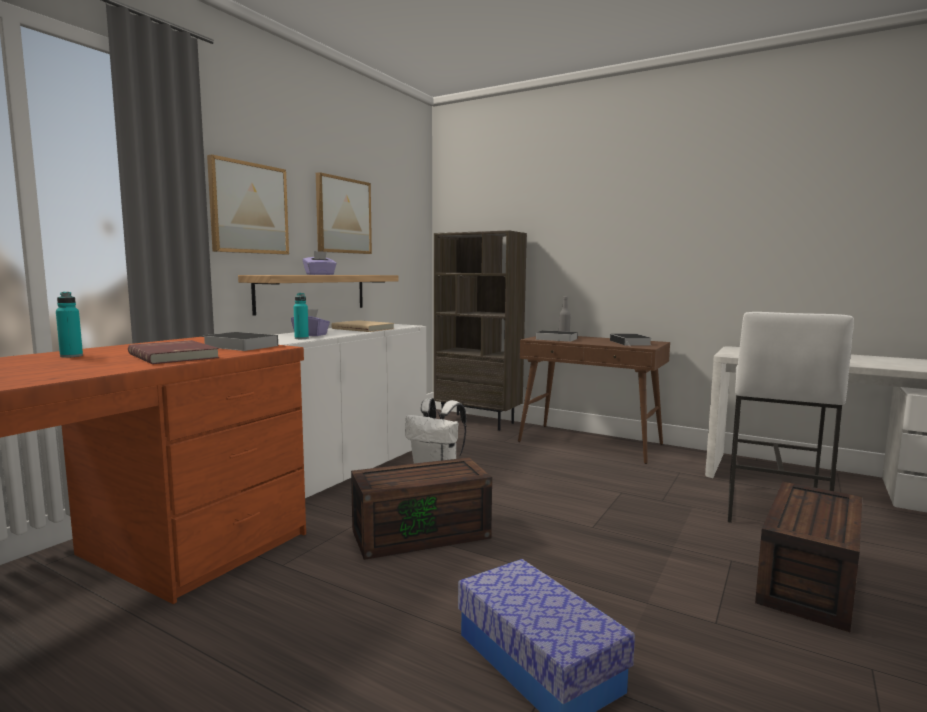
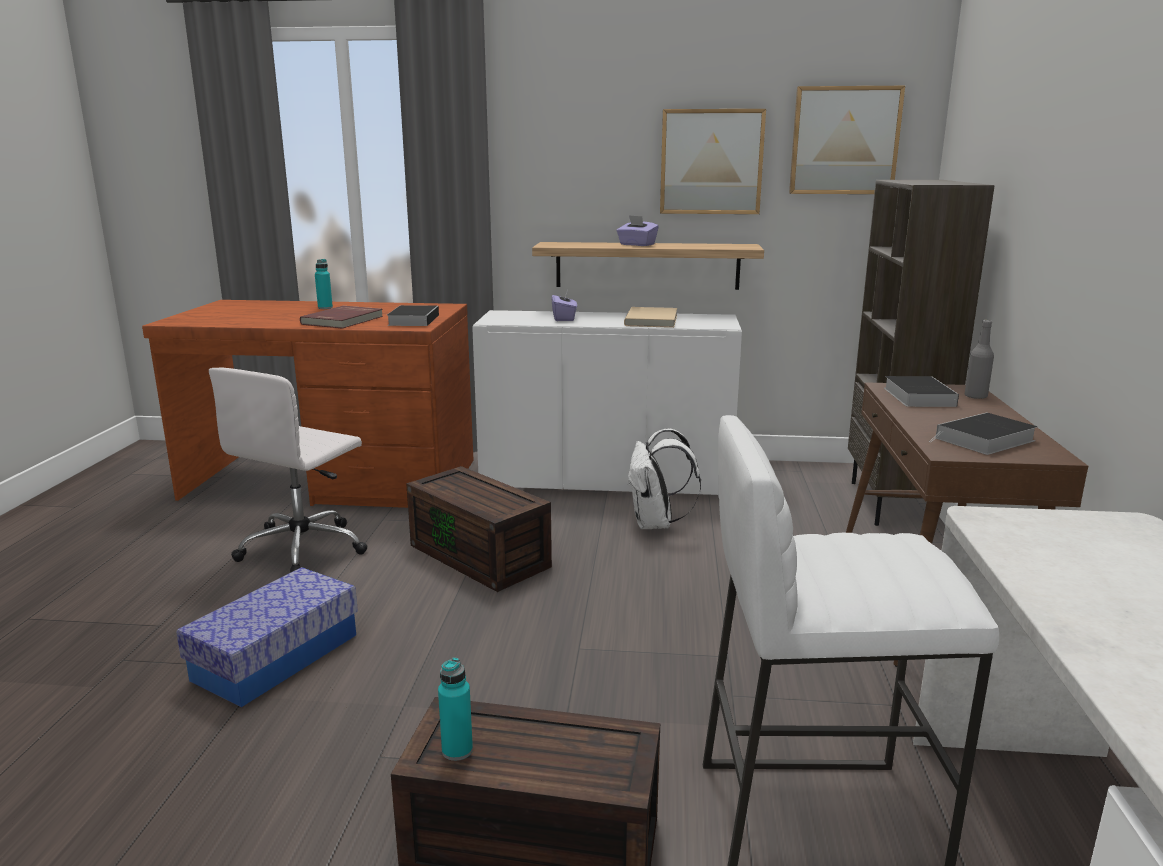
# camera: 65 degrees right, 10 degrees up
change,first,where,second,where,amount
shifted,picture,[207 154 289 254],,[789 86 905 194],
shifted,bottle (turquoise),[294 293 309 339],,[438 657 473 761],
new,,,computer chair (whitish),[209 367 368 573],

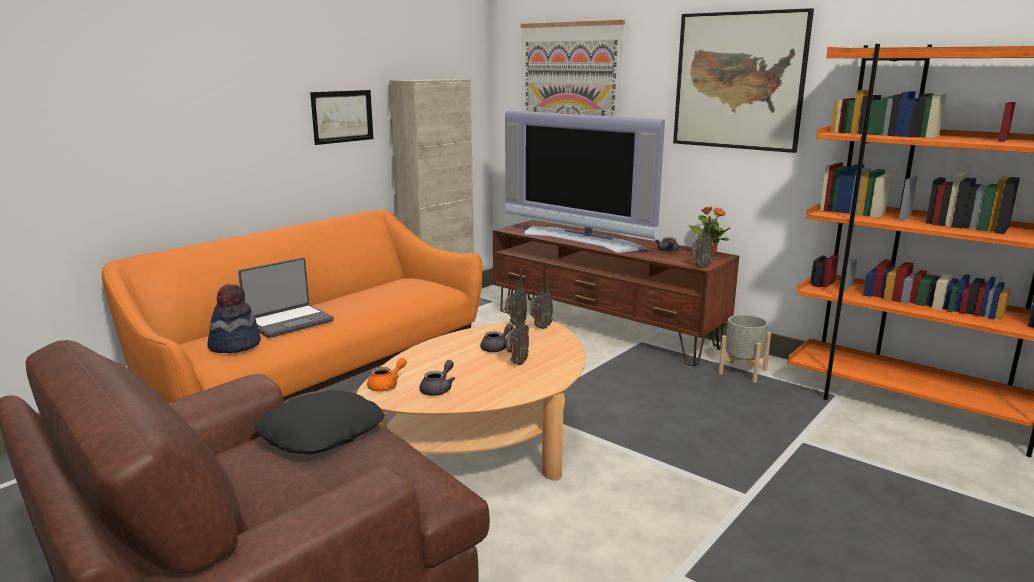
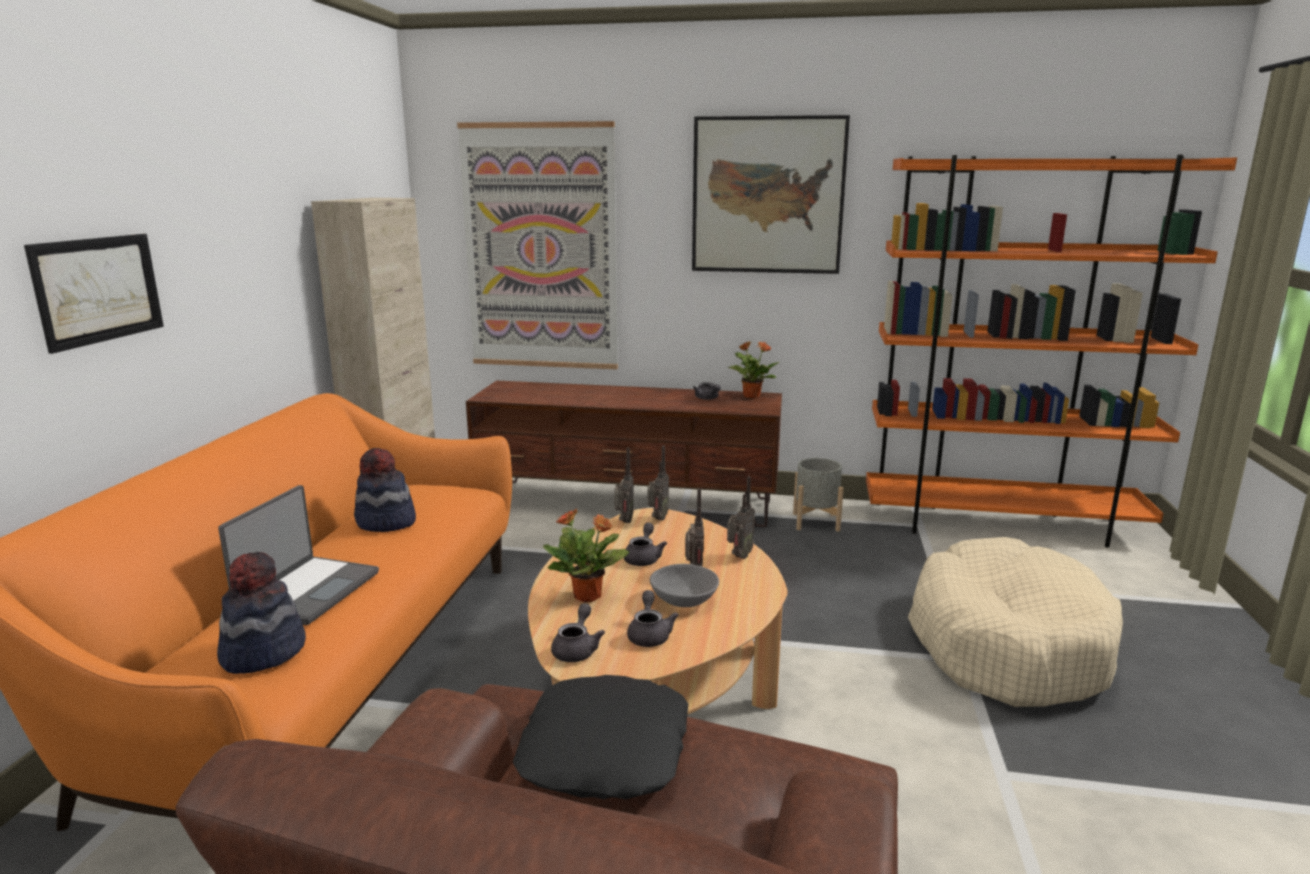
# camera: 30 degrees left, 0 degrees up
change,first,where,second,where,amount
shifted,picture,[310 90 373 145],,[24 234 164 354],
repainted,teapot (orange-coloured),[367 358 407 392],teapot (grey),[551 603 605 662],
gone,TV,[505 110 665 253],,,
shifted,radio set,[692 216 714 268],,[727 476 755 559],
new,,,wearable hat,[354 448 416 532],
new,,,plant in a pot,[543 509 629 602],
new,,,deep dish (grey),[650 564 719 607],
new,,,dog cushion (beige),[908 537 1123 707],

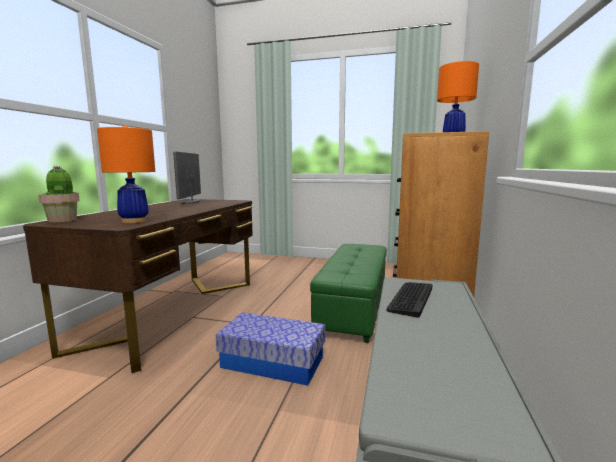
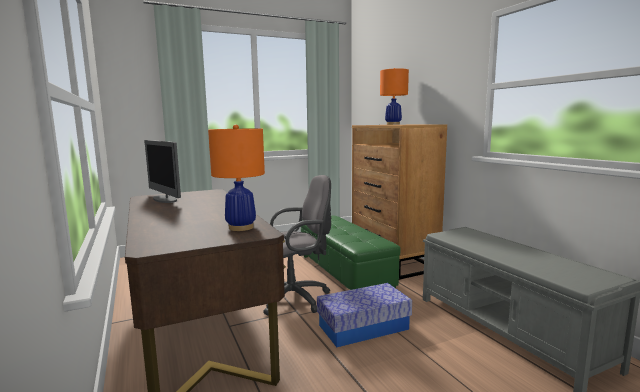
# camera: 40 degrees left, 0 degrees up
change,first,where,second,where,amount
gone,plant in a pot,[38 166 80 222],,,
gone,computer keyboard,[387 282 432 318],,,
new,,,computer chair (grey),[263 175 331 316],

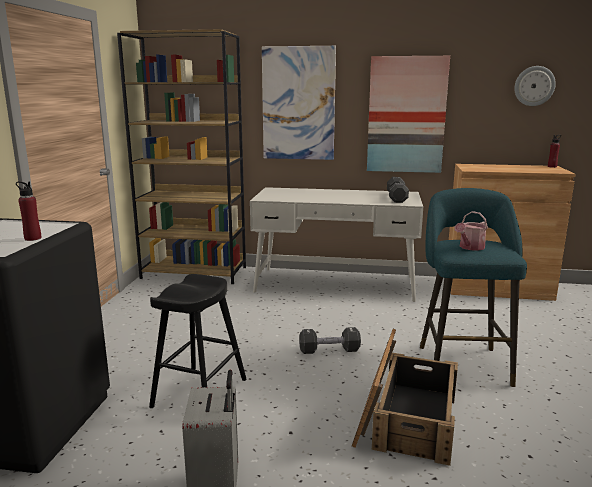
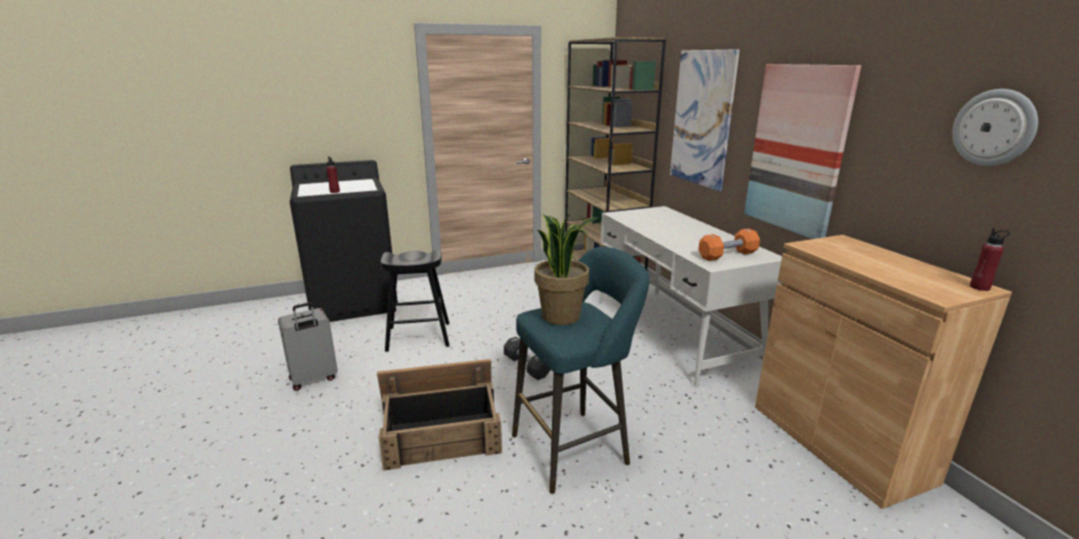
# camera: 60 degrees right, 5 degrees up
change,first,where,second,where,amount
repainted,dumbbell (blackish),[387 177 409 203],dumbbell (orange-coloured),[698 228 760 261],
swapped,watering pot,[455 211 488 251],plant in a pot,[534 215 598 325],

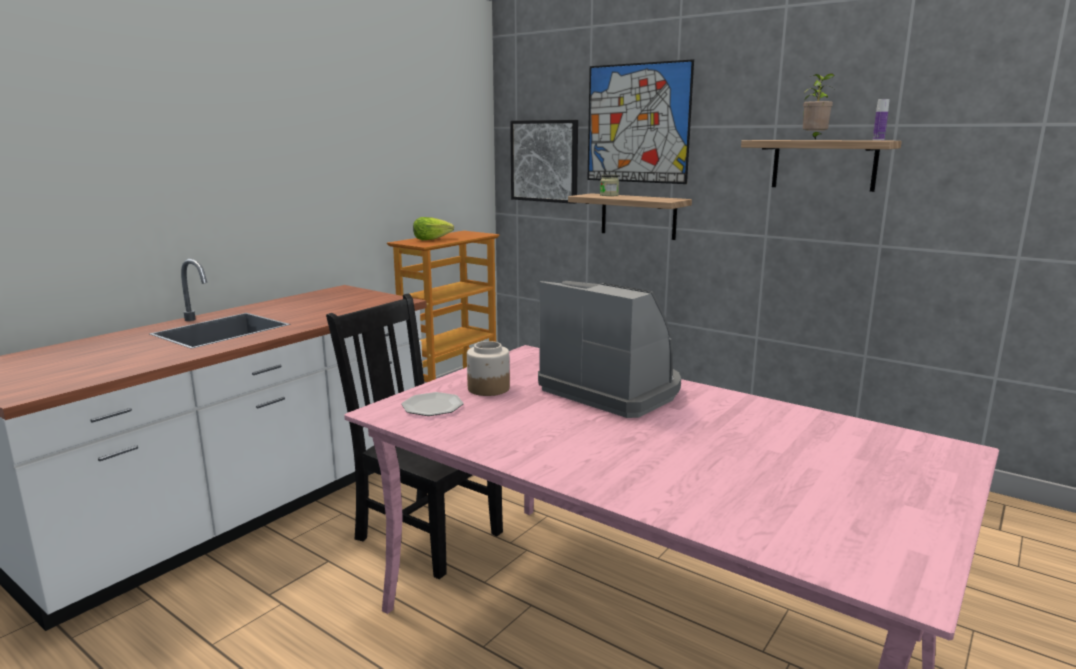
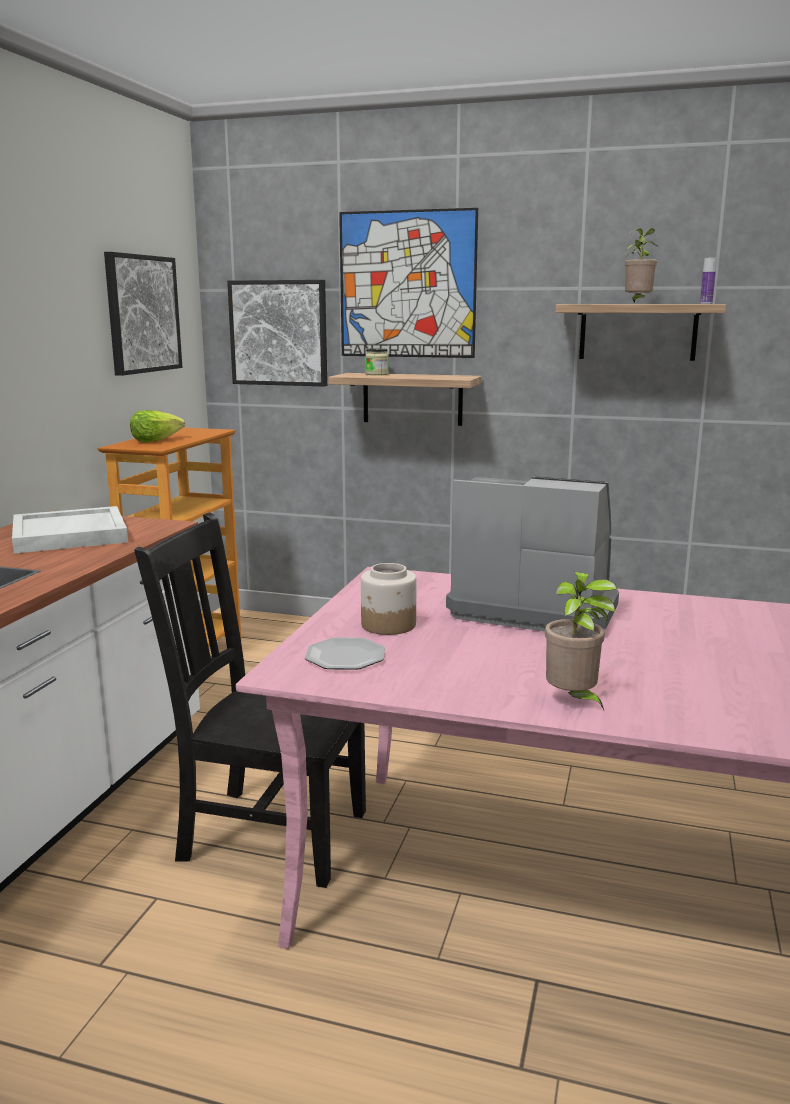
# camera: 20 degrees left, 0 degrees up
change,first,where,second,where,amount
new,,,carrying tray (whitish),[12 506 128 554],
new,,,picture,[104 252 182 376],
new,,,plant in a pot,[545 572 617 710],

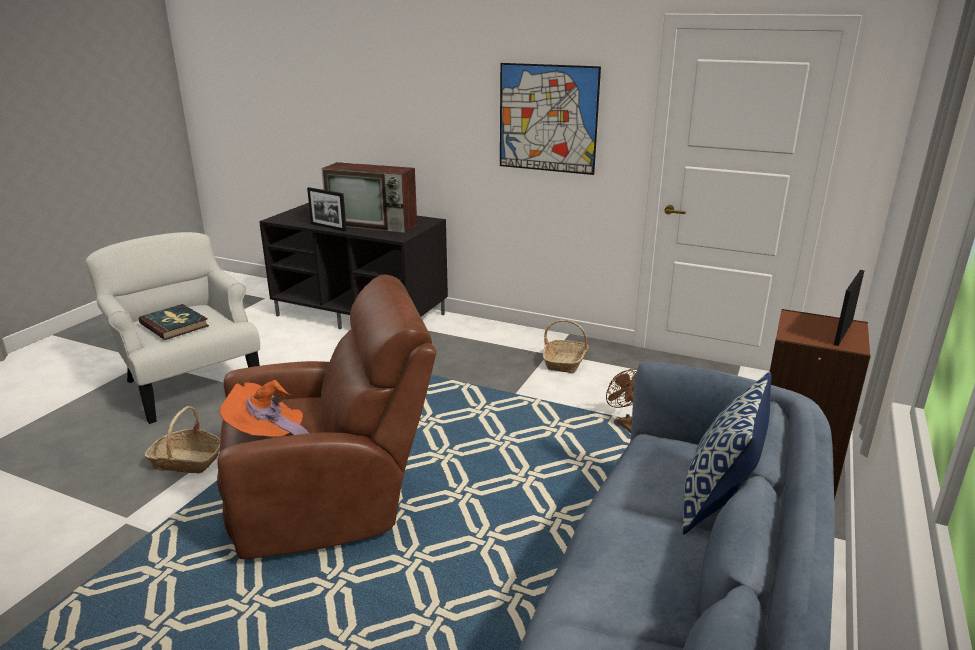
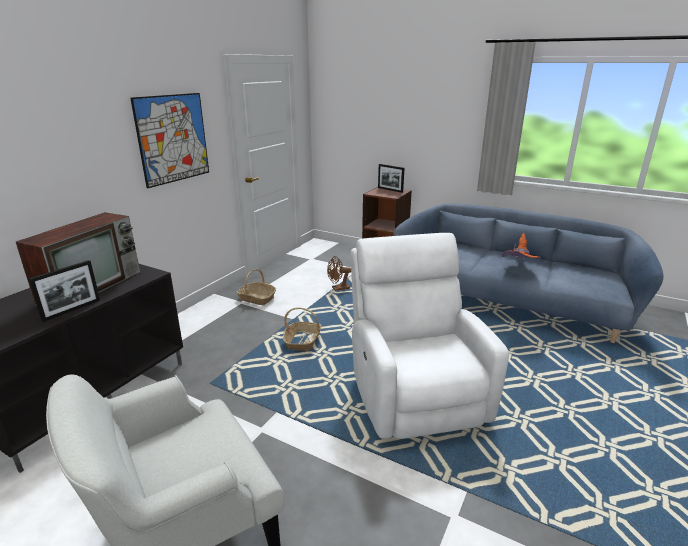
# camera: 85 degrees left, 0 degrees up
change,first,where,second,where,amount
gone,book,[139 304 209 340],,,
shifted,storage basket,[144 406 220 474],,[283 307 322 351],
repainted,easy chair (brown-coloured),[217 274 437 559],easy chair (whitish),[350 233 509 439],
shifted,wearable hat (orange-coloured),[220 380 309 437],,[501 233 541 260],
gone,cushion,[682 372 772 534],,,

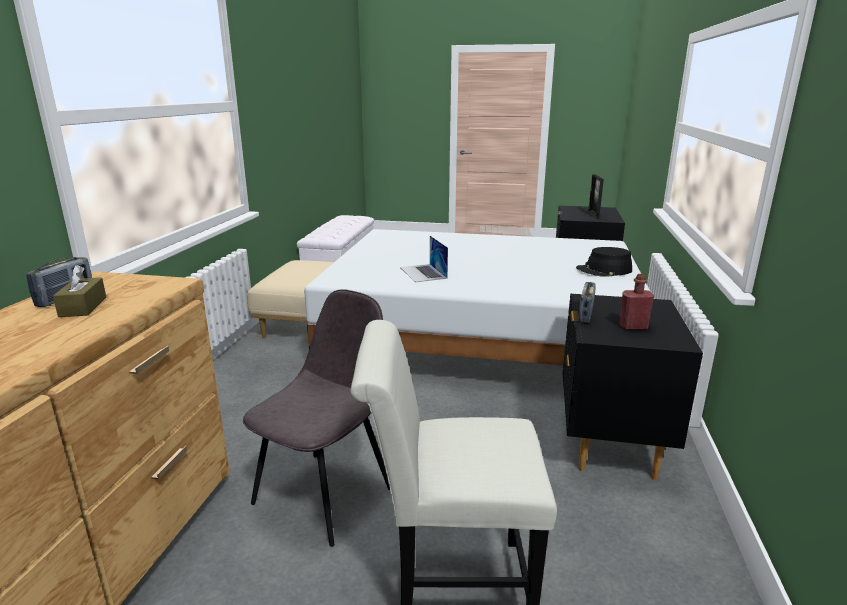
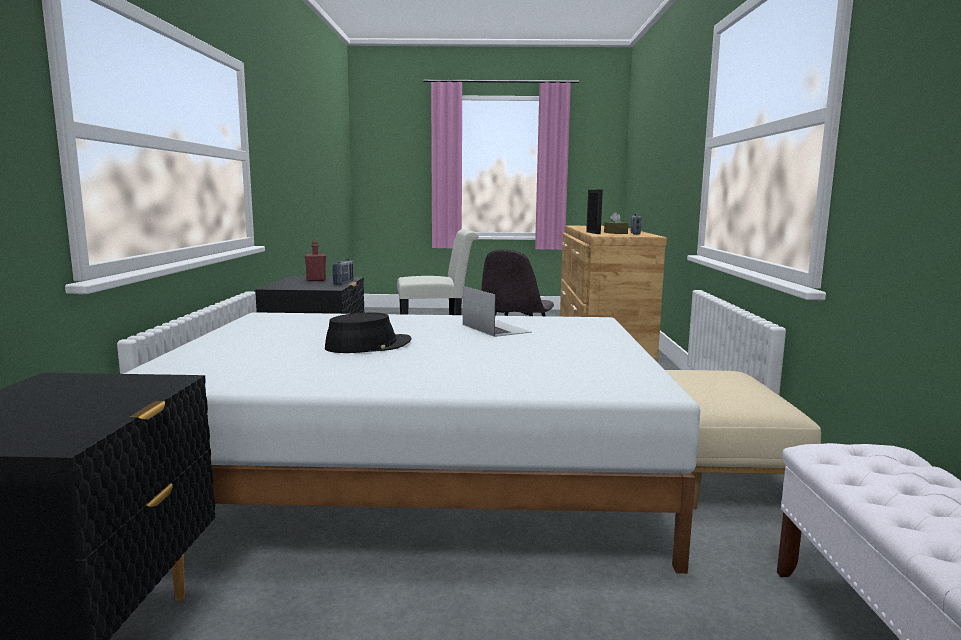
# camera: 170 degrees right, 10 degrees down
change,first,where,second,where,amount
shifted,wearable hat (blackish),[576 247 632 277],,[325 313 411 353],
shifted,standing frame,[588 174 604 219],,[586 190 603 234],

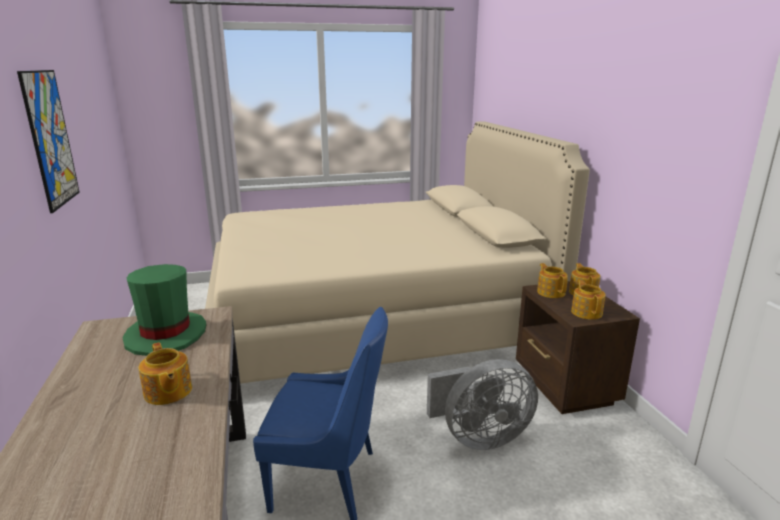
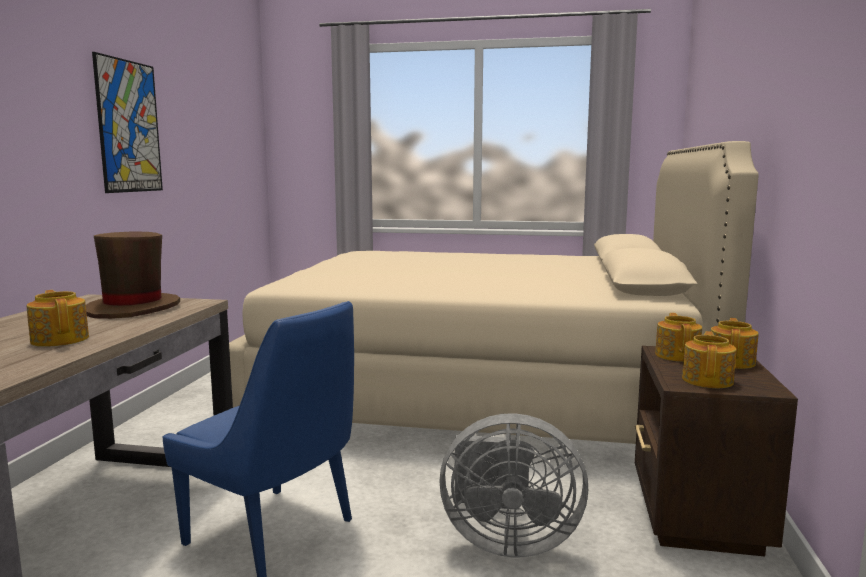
# camera: 25 degrees right, 10 degrees down
change,first,where,second,where,amount
repainted,wearable hat (green-coloured),[122 264 206 356],wearable hat (brown-coloured),[86 231 181 319],
rotated,teapot,[138 342 192 405],,[27 290 89 347],150 degrees clockwise

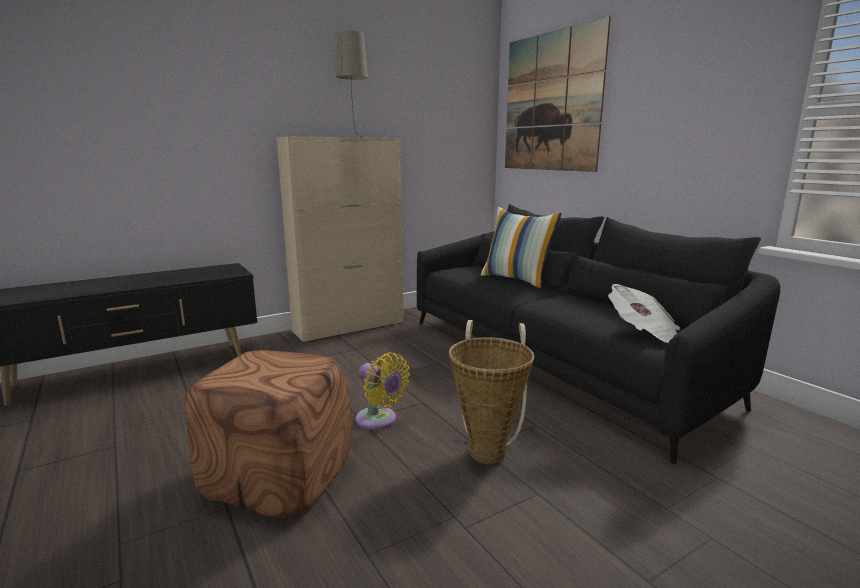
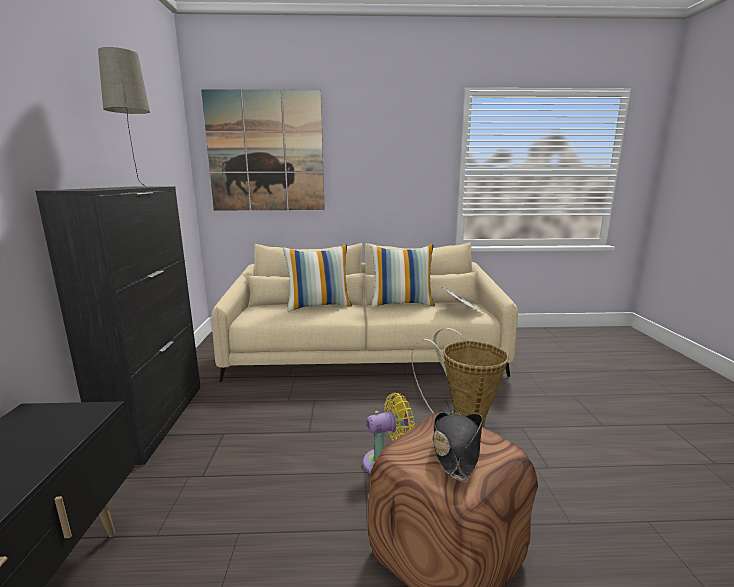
# camera: 60 degrees left, 0 degrees up
change,first,where,second,where,amount
repainted,cupboard (beige),[277 137 404 342],cupboard (blackish),[35 186 201 465],
repainted,couch (blackish),[417 204 781 464],couch (beige),[211 242 518 382],
new,,,cushion,[370 244 435 307],
new,,,wearable hat (blackish),[432 411 483 482],

